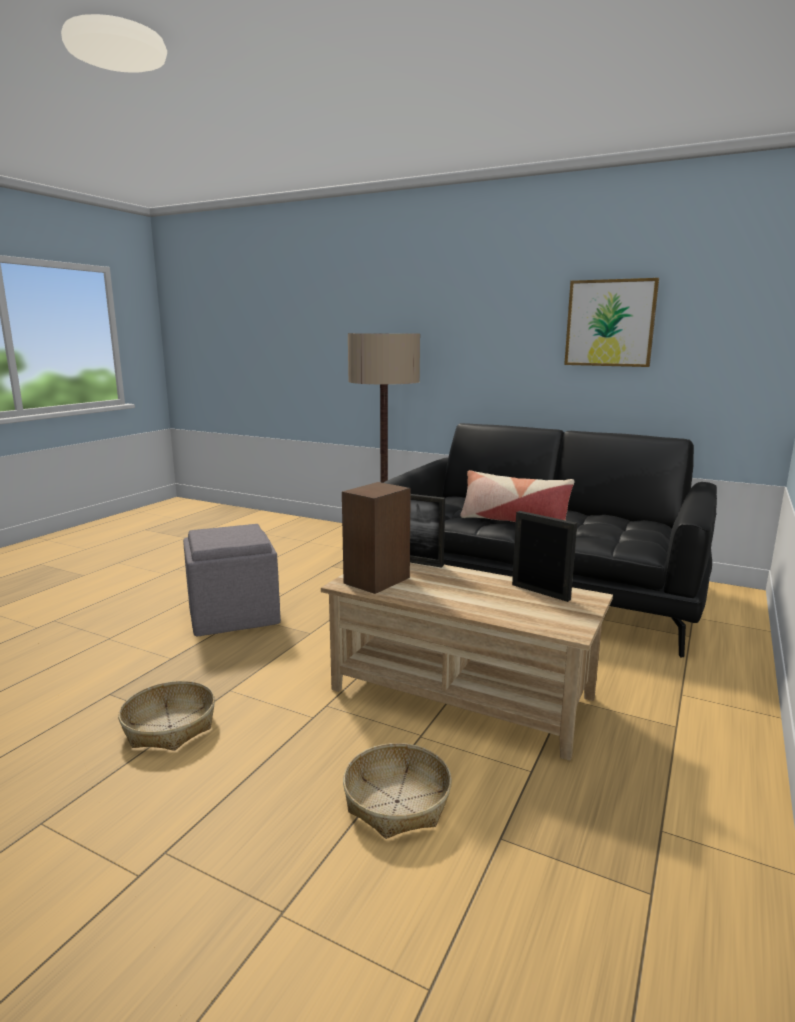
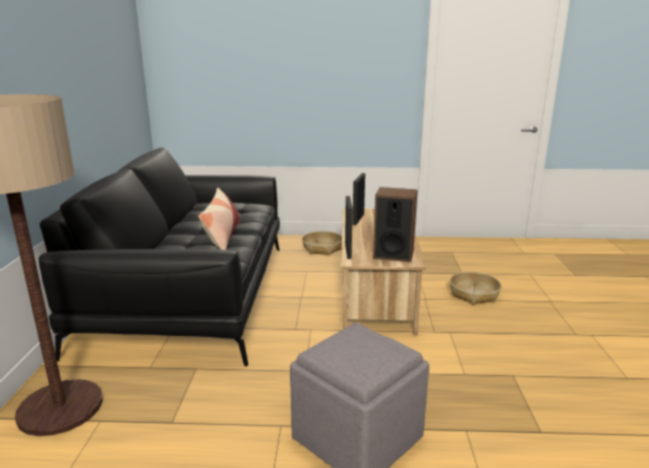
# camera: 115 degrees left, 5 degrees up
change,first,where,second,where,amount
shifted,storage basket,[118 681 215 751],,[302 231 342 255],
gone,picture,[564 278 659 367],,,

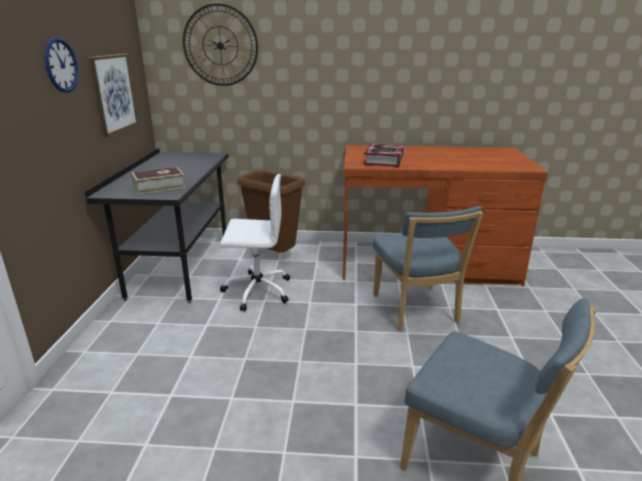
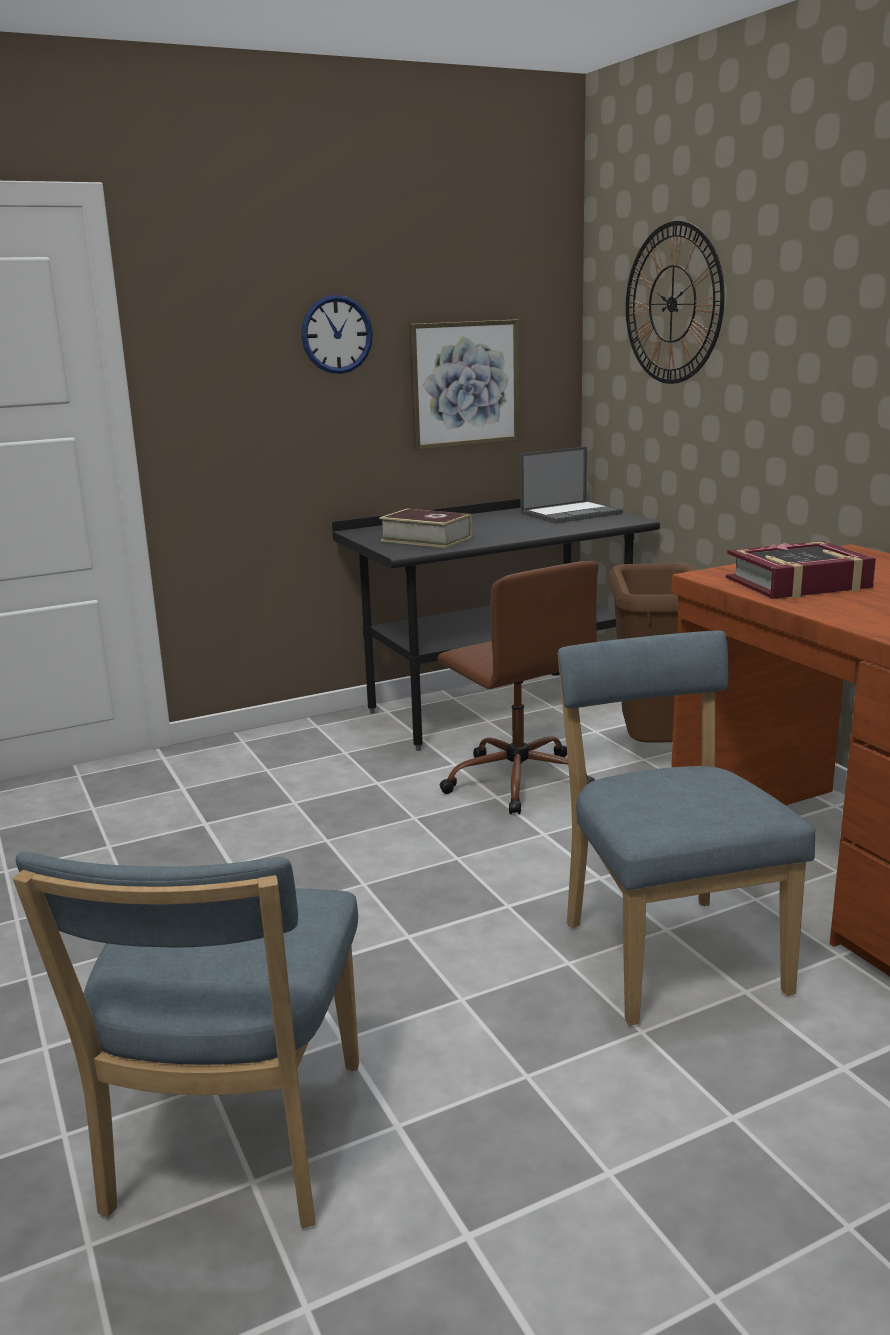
# camera: 60 degrees right, 5 degrees down
change,first,where,second,where,amount
repainted,computer chair (whitish),[220 174 290 311],computer chair (brown-coloured),[437 561 599 815],
rotated,chair (blue-coloured),[373 206 483 331],,[558 630 815 1026],120 degrees clockwise
new,,,portable computer,[520 446 623 523],

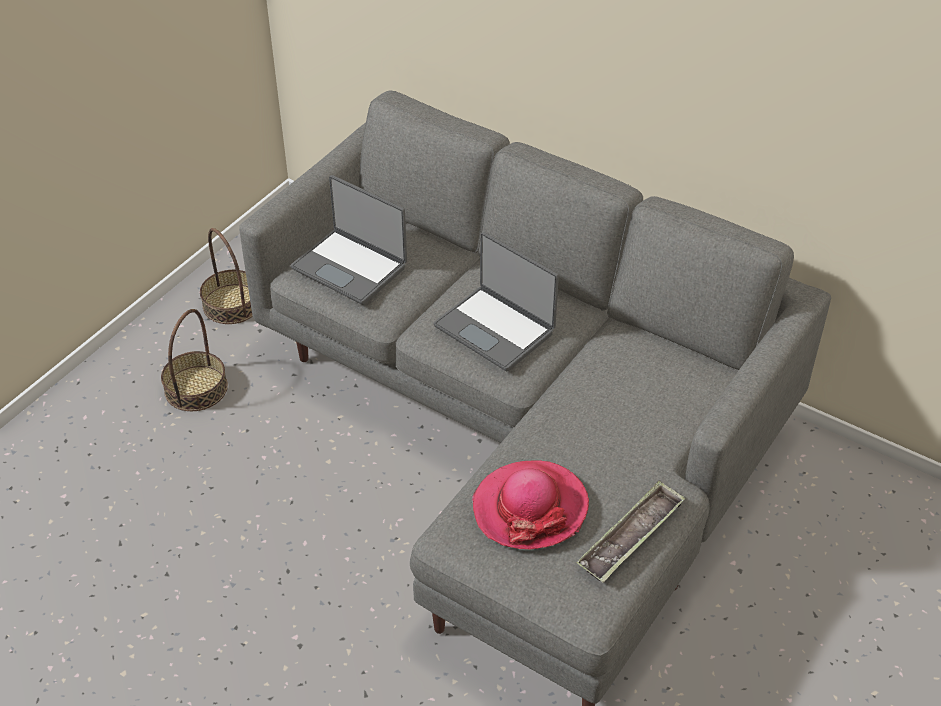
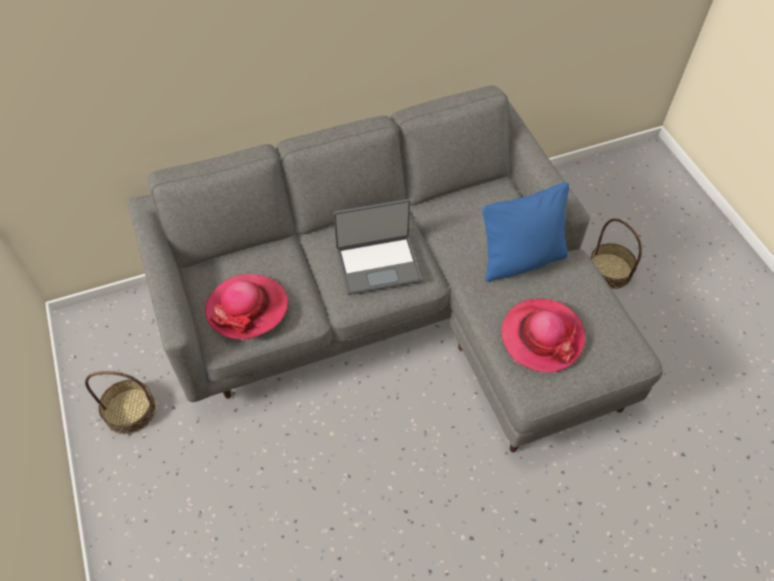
# camera: 55 degrees left, 10 degrees up
change,first,where,second,where,amount
shifted,storage basket,[161 309 228 411],,[591 218 642 289],
swapped,portable computer,[291 175 407 305],wearable hat,[205 274 288 340],
gone,carrying tray,[576 481 685 582],,,
new,,,cushion (blue-coloured),[482 182 569 282],

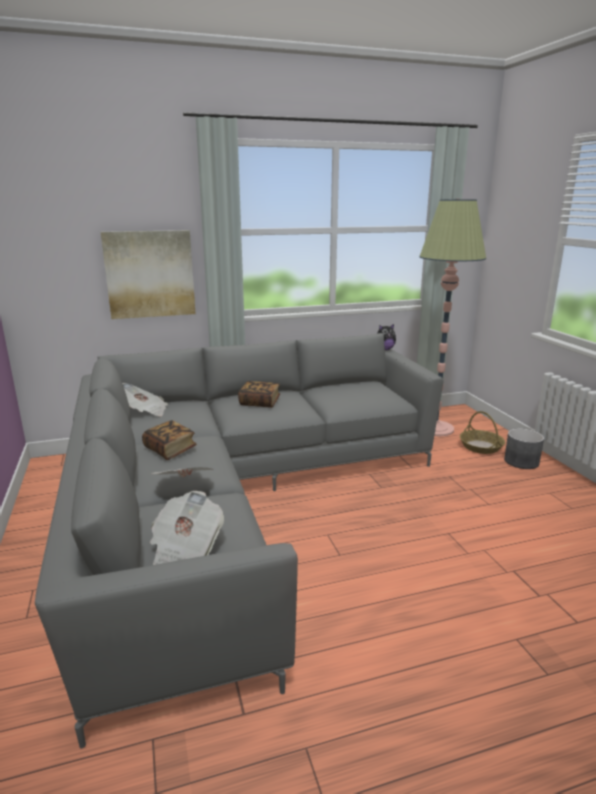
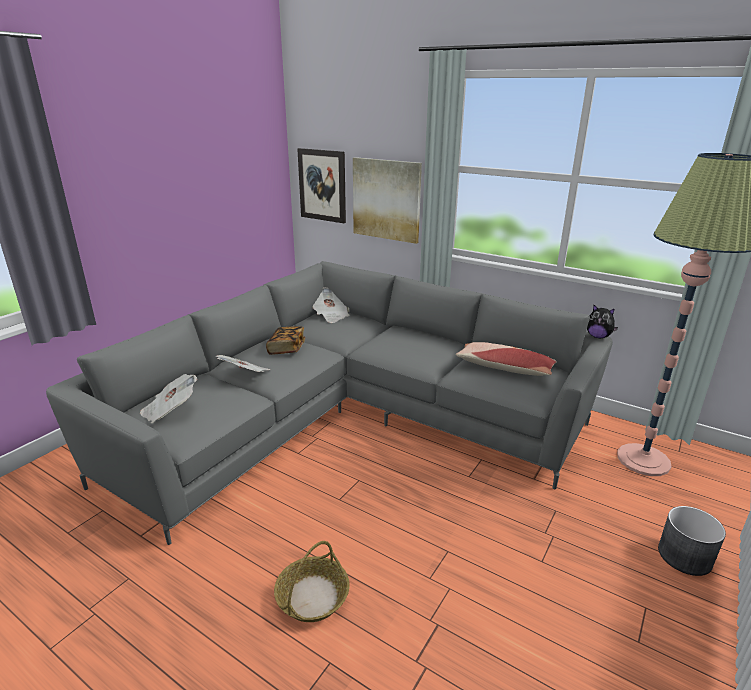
# camera: 50 degrees right, 5 degrees up
change,first,where,second,where,amount
gone,book,[238 381 280 408],,,
shifted,storage basket,[460 411 505 454],,[274 541 350 622],
new,,,picture,[297 148 346 223],
new,,,cushion,[456 342 557 376],

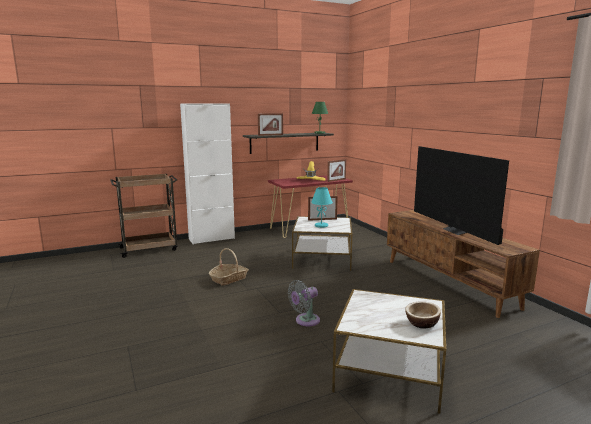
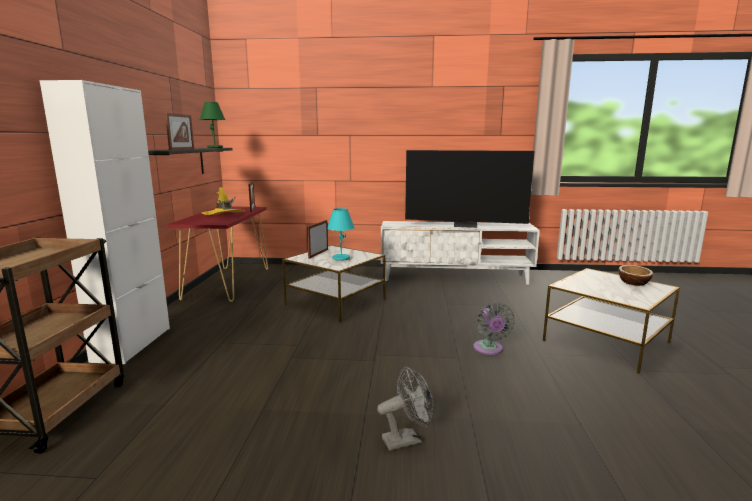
# camera: 60 degrees left, 0 degrees up
change,first,where,second,where,amount
gone,storage basket,[209 248 249 286],,,
repainted,media console (brown-coloured),[387 210 540 318],media console (whitish),[381 221 540 285],
new,,,cooling fan (grey),[377 367 434 450],

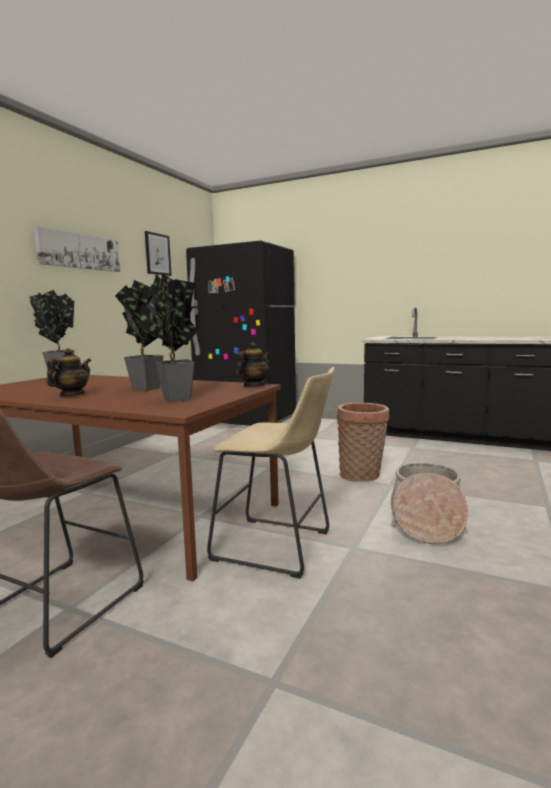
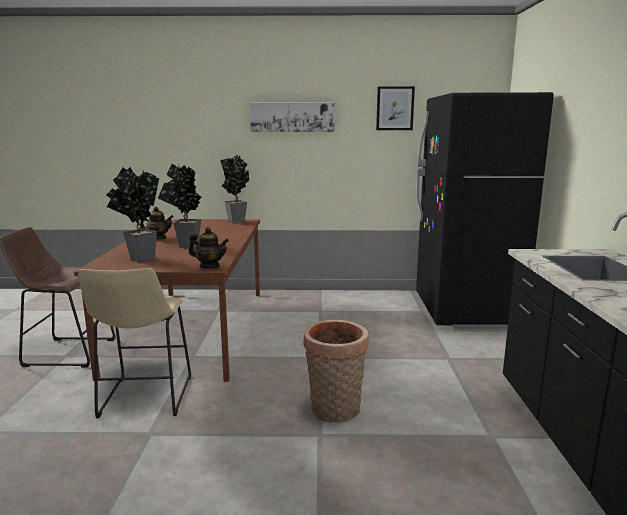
# camera: 65 degrees right, 5 degrees up
change,first,where,second,where,amount
gone,storage basket,[391 463 468 544],,,

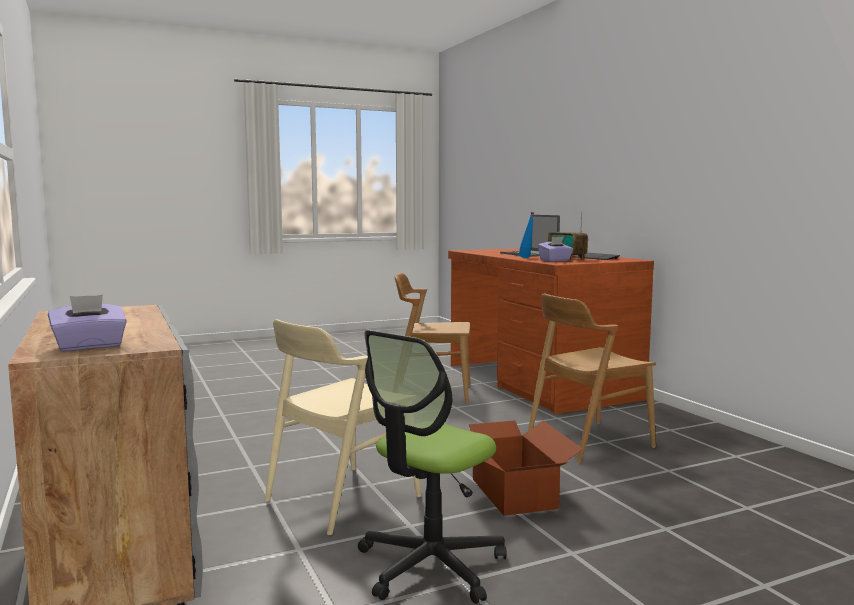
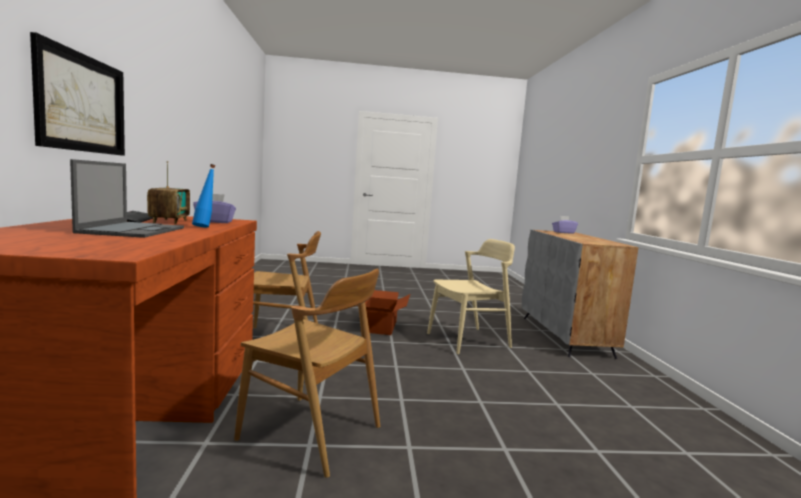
# camera: 160 degrees left, 0 degrees up
change,first,where,second,where,amount
gone,computer chair,[358 330 507 604],,,
new,,,picture,[30 32 125 156],

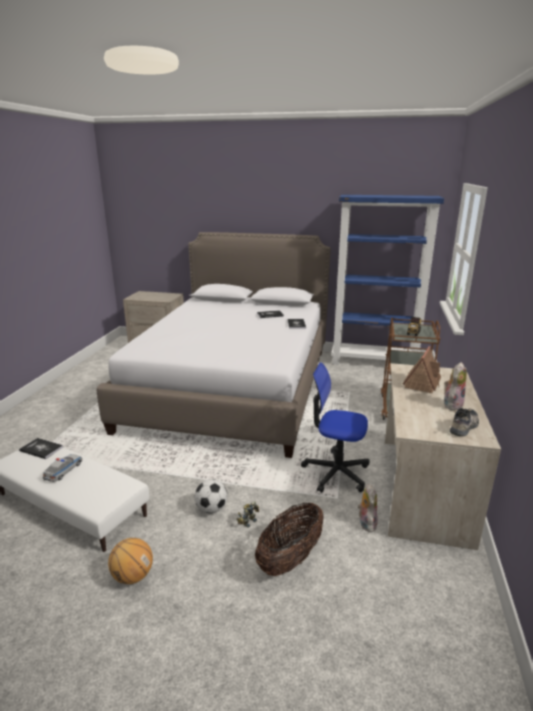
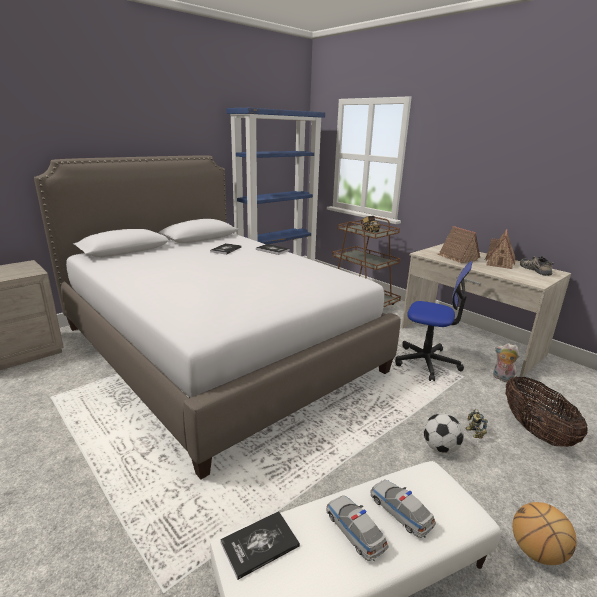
# camera: 55 degrees left, 0 degrees up
change,first,where,second,where,amount
rotated,computer chair,[301 362 370 493],,[395 261 473 381],120 degrees counterclockwise
swapped,cuddly toy,[444 362 467 410],toy house,[484 229 515 269],
new,,,miniature car,[370 480 436 538],

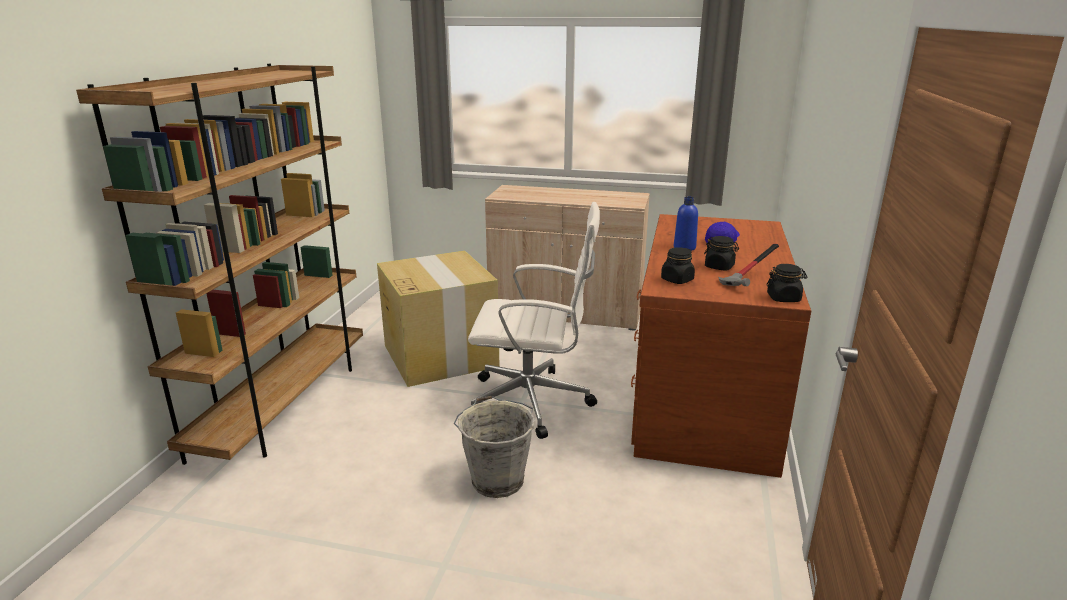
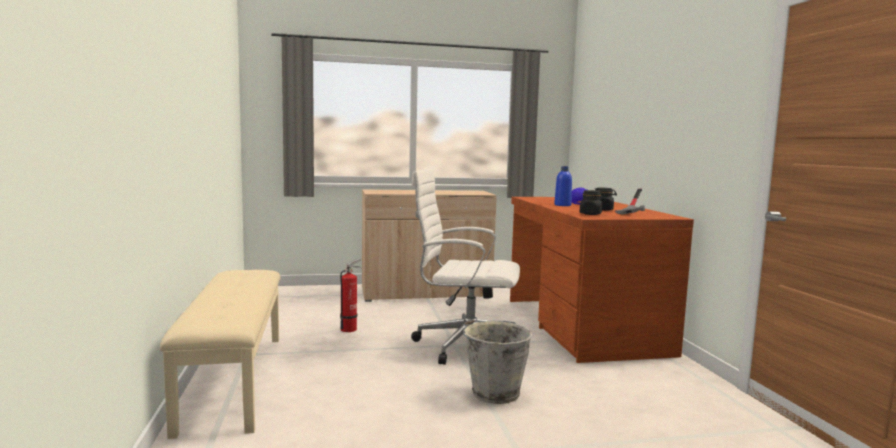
# camera: 25 degrees left, 15 degrees down
change,first,where,second,where,amount
swapped,bookcase (brown-coloured),[76 64 363 465],long seat (beige),[160 270 280 439],
swapped,cardboard box,[377 251 500 387],extinguisher,[340 258 361 332],
rotated,computer chair (whitish),[468 202 600 439],,[411 169 520 365],150 degrees counterclockwise
gone,jar (blackish),[766 264 807 302],,,

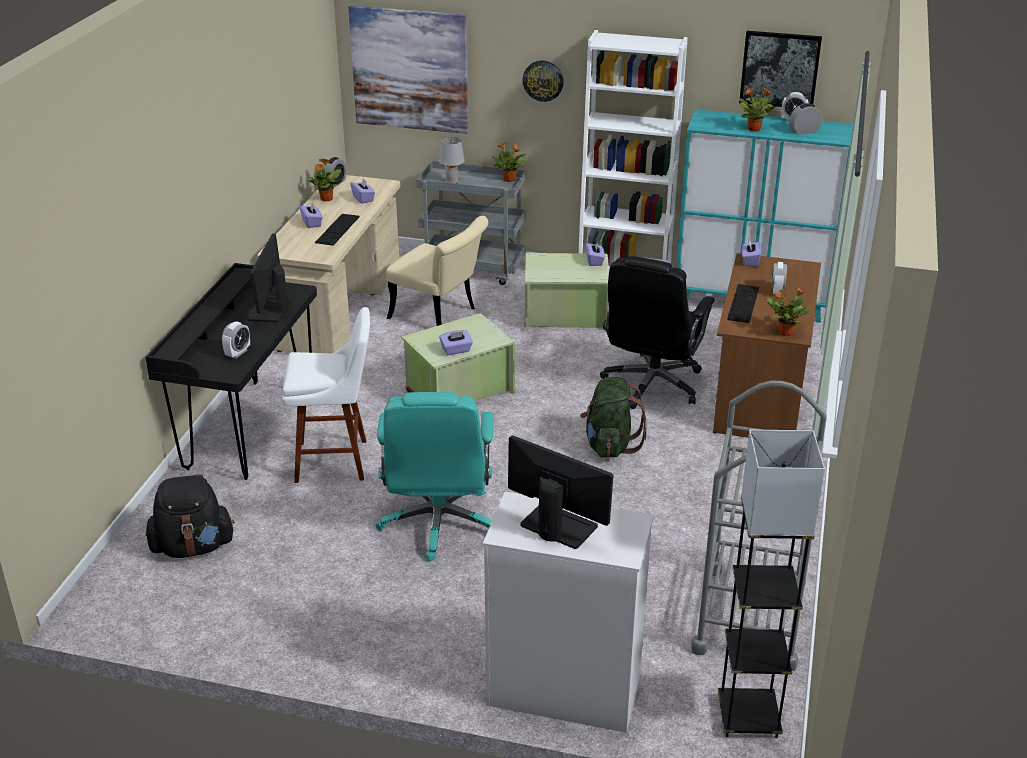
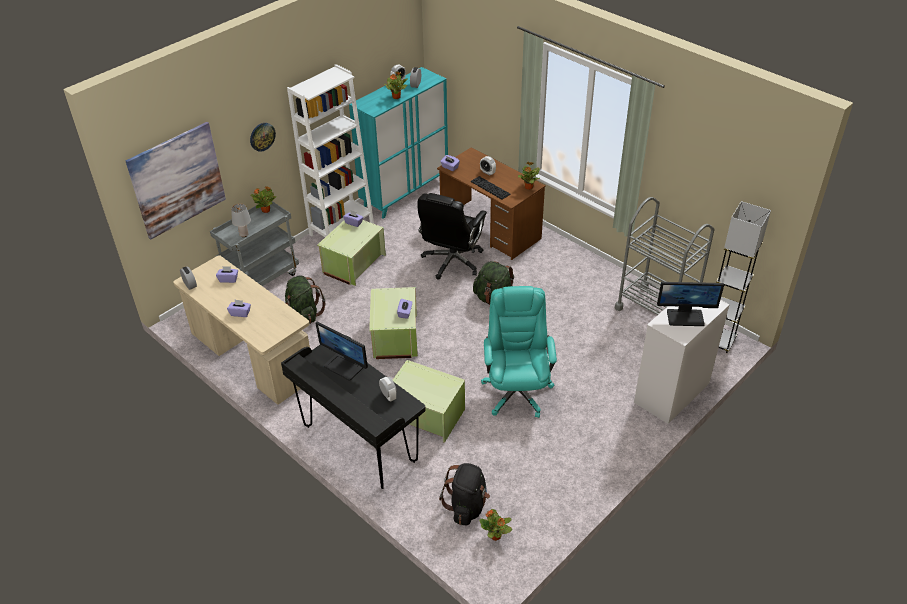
# camera: 60 degrees left, 10 degrees up
change,first,where,second,where,amount
swapped,stool seat (whitish),[282 307 370 483],storage bin (green-coloured),[393 360 465 443],
shifted,plant in a pot,[306 158 341 201],,[479 509 512 541],
gone,computer keyboard,[315 214 360 246],,,
rotated,computer chair (turquoise),[375 392 494 561],,[481 286 557 418],120 degrees counterclockwise
swapped,chair (beige),[386 216 488 326],rucksack (green-coloured),[285 276 326 324],
rotated,computer display,[508 435 613 549],,[657 282 724 326],150 degrees counterclockwise
rotated,computer chair (blackish),[600 256 715 409],,[418 193 487 280],60 degrees clockwise
gone,picture,[739 31 822 107],,,

